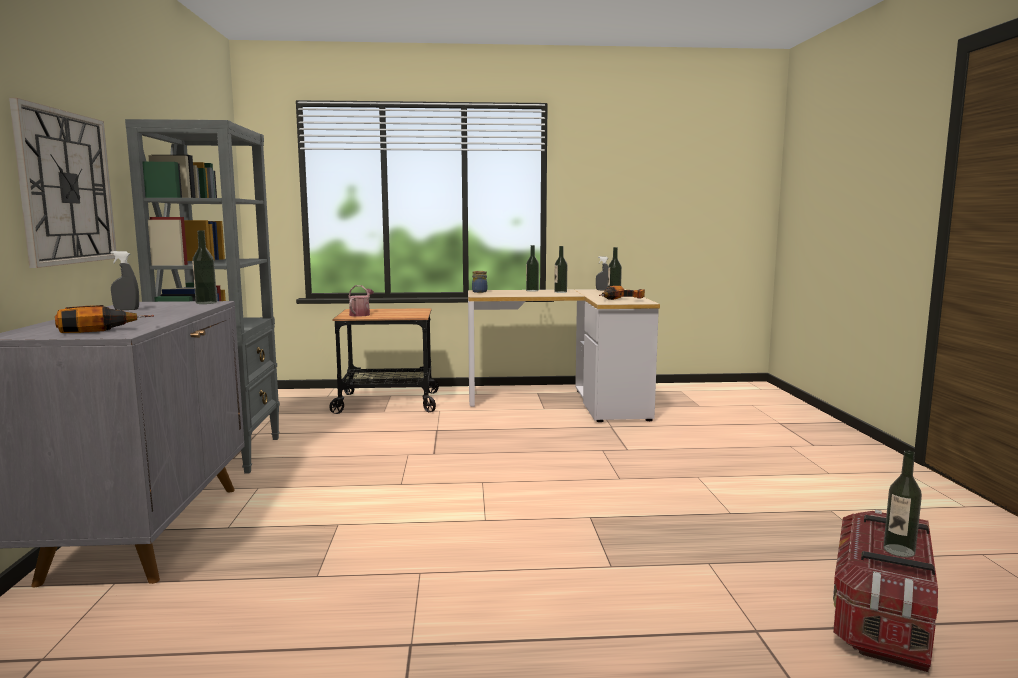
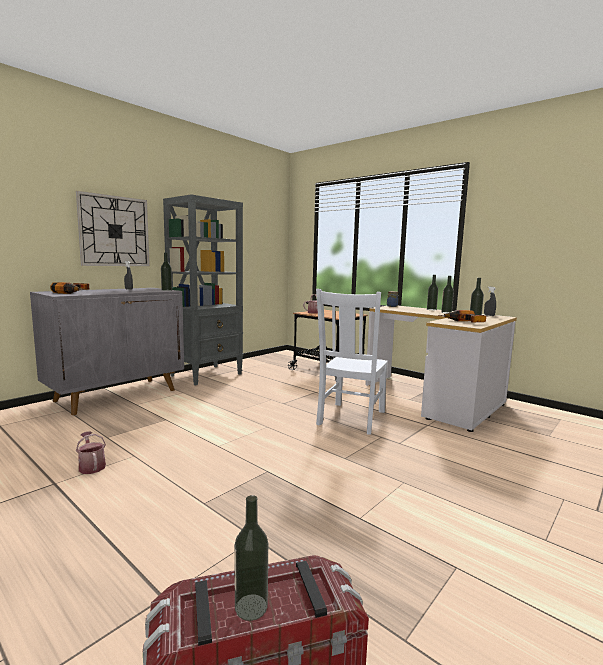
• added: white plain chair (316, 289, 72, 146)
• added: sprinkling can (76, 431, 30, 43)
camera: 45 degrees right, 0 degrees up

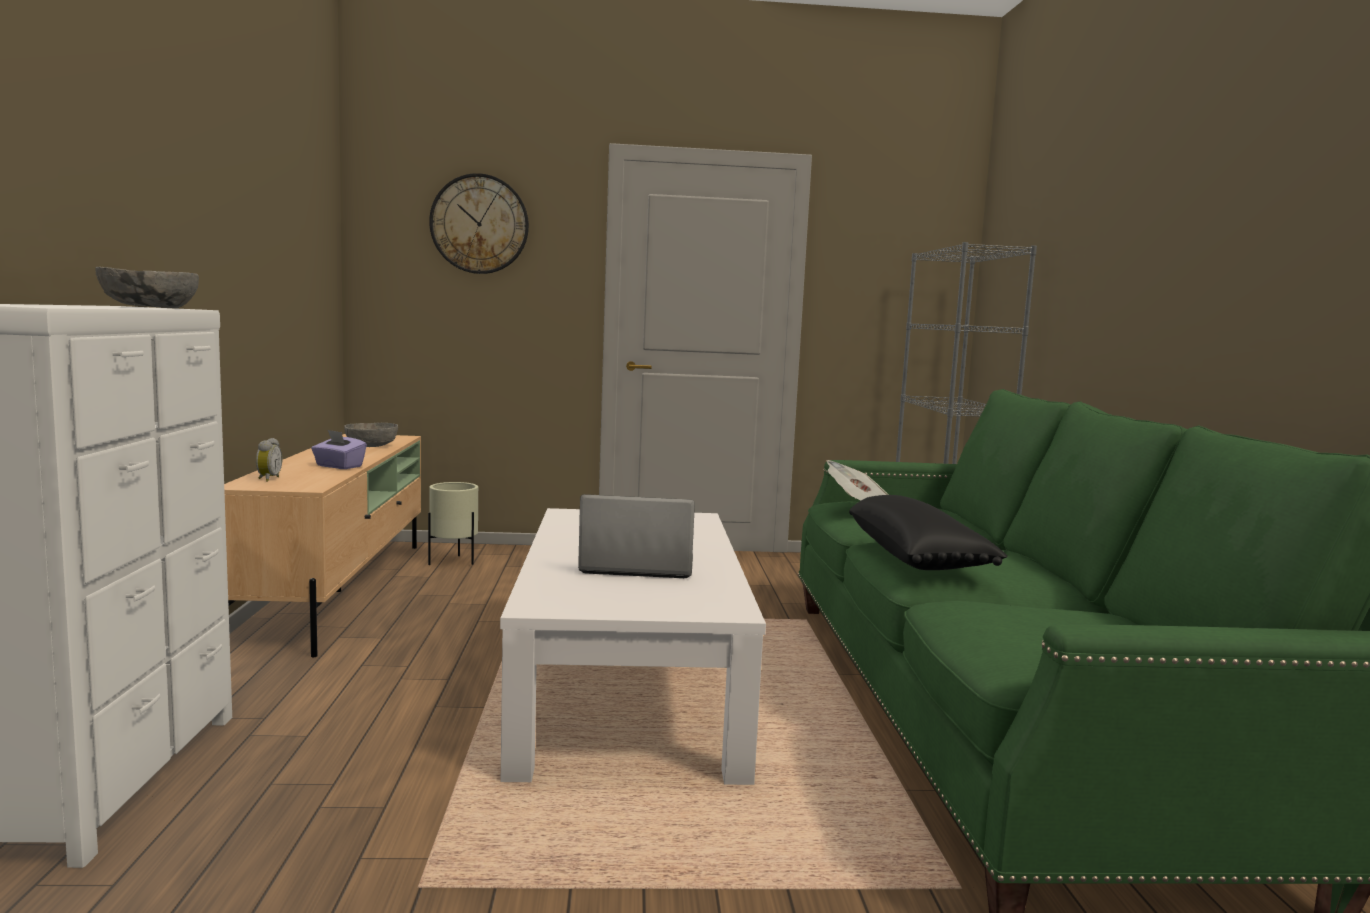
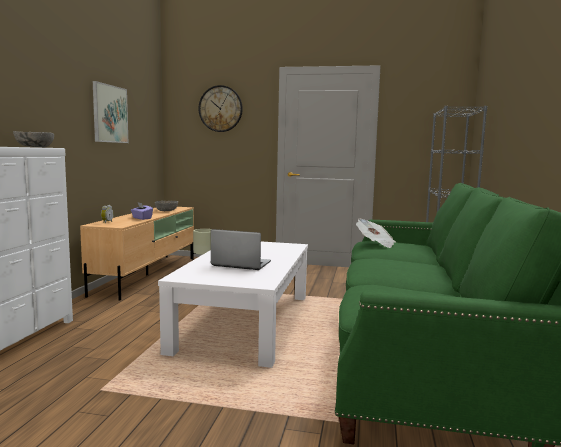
• removed: black-coloured throw pillow (849, 495, 159, 75)
• added: wall picture (93, 81, 35, 62)
camera: 15 degrees right, 0 degrees up

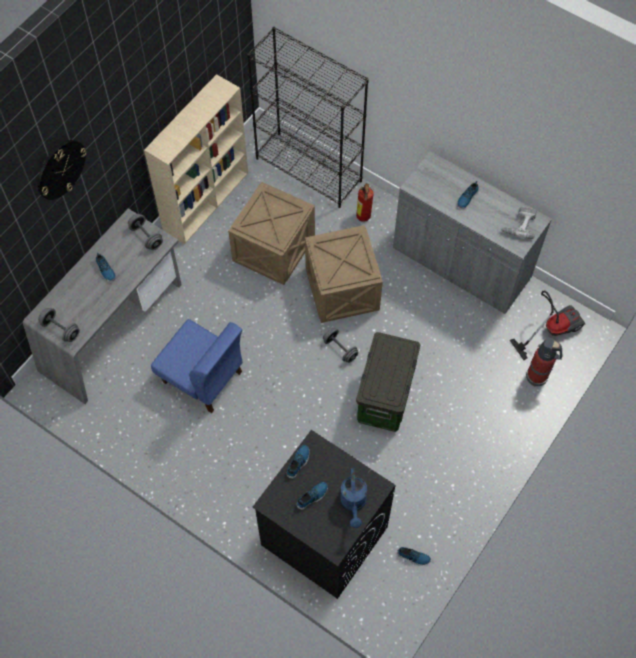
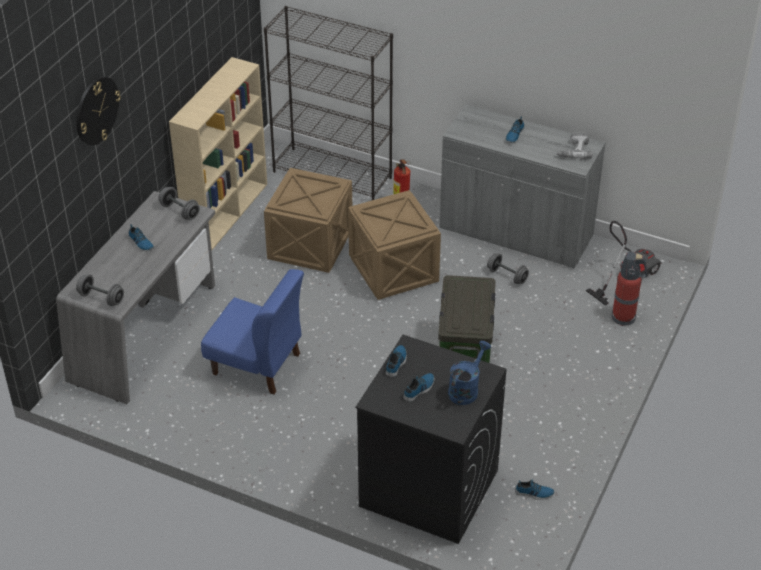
• moved: greyish free weight (323, 328, 35, 35) to (487, 253, 42, 31)
• turned: blue-coloured sprinkling can (340, 468, 27, 60) = (448, 341, 43, 64) 135 degrees counterclockwise
camera: 10 degrees left, 20 degrees down

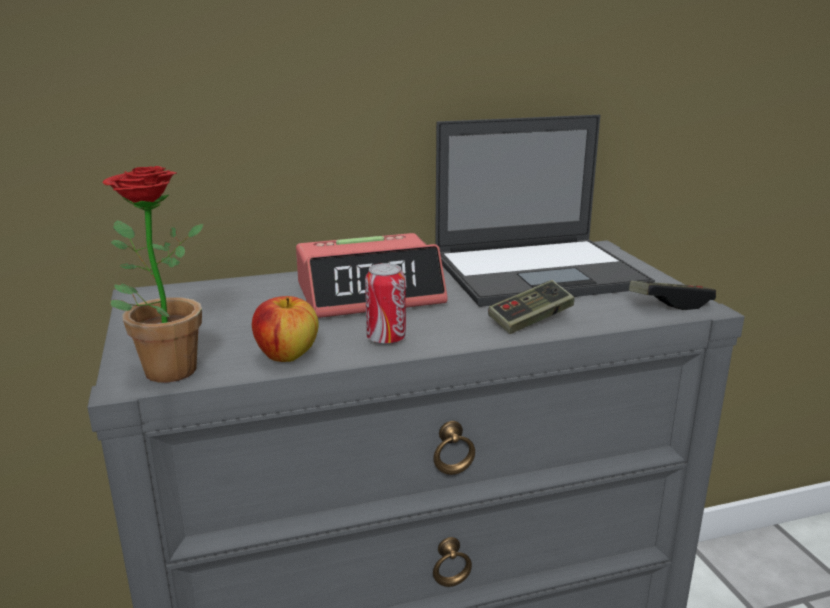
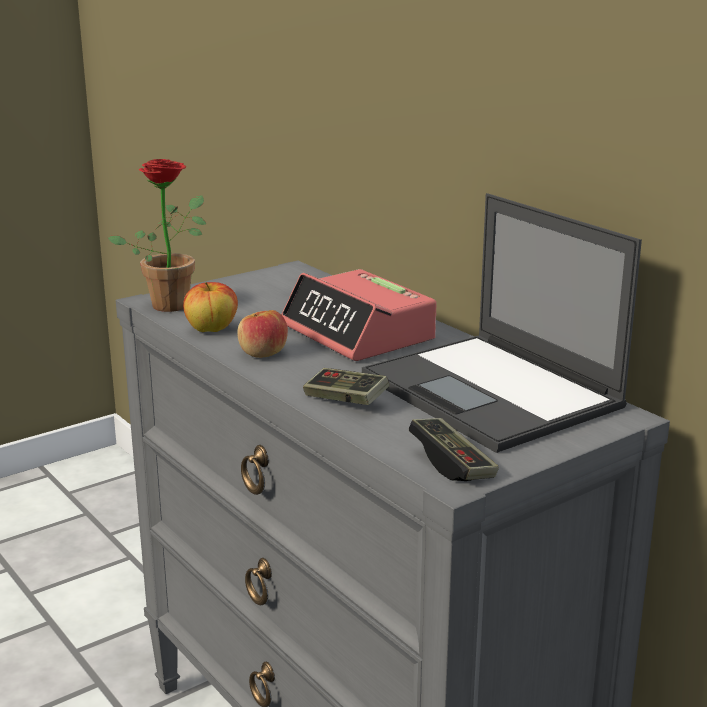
• replaced: sealed can (365, 263, 41, 82) to apple fruit (237, 310, 51, 48)
camera: 70 degrees right, 0 degrees up

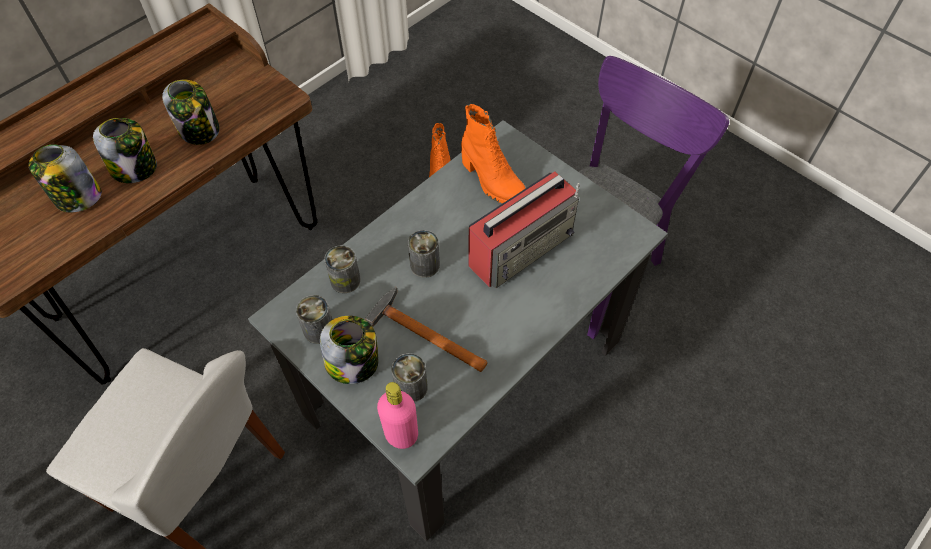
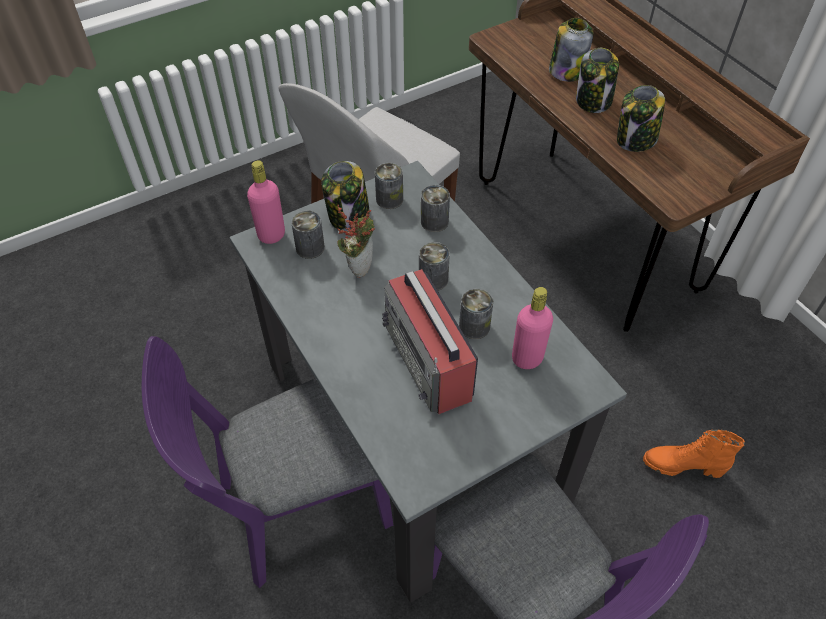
• replaced: orange-coloured boot (461, 104, 65, 100) to pinkish bottle (512, 287, 41, 82)
• replaced: tool hammer (365, 287, 123, 85) to potted plant (337, 204, 38, 74)
• added: sealed can (459, 288, 34, 51)
• added: purple plain chair (142, 336, 251, 252)
camera: 105 degrees right, 5 degrees down

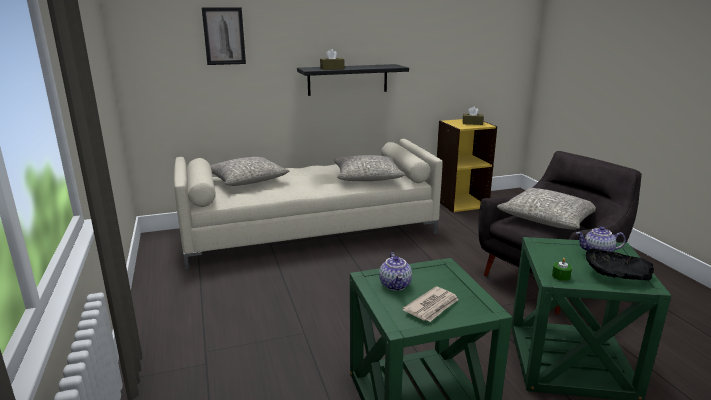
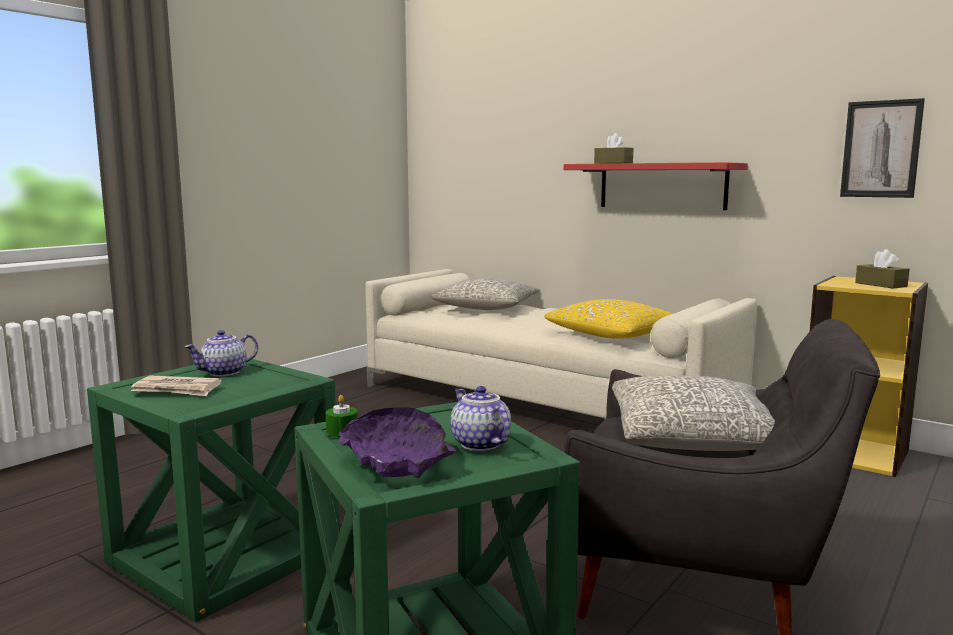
• moved: wall picture (202, 7, 44, 58) to (840, 98, 85, 100)
• recoloured: black-coloured bracket shelf (297, 64, 112, 32) to red-coloured bracket shelf (564, 162, 184, 48)
• recoloured: greyish throw pillow (334, 155, 71, 26) to yellowish throw pillow (544, 299, 130, 40)
• recoloured: black-coloured bowl (586, 249, 68, 32) to purple bowl (339, 408, 118, 70)
camera: 55 degrees right, 10 degrees down

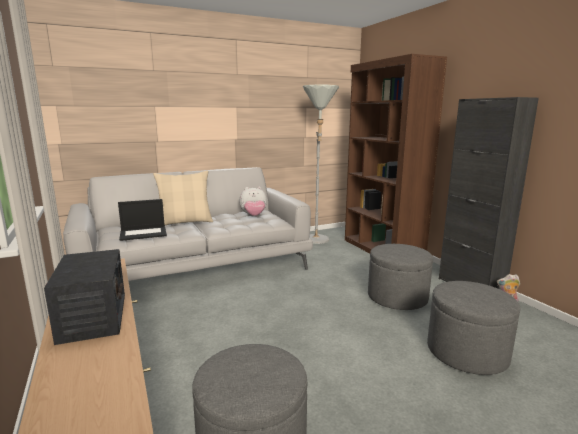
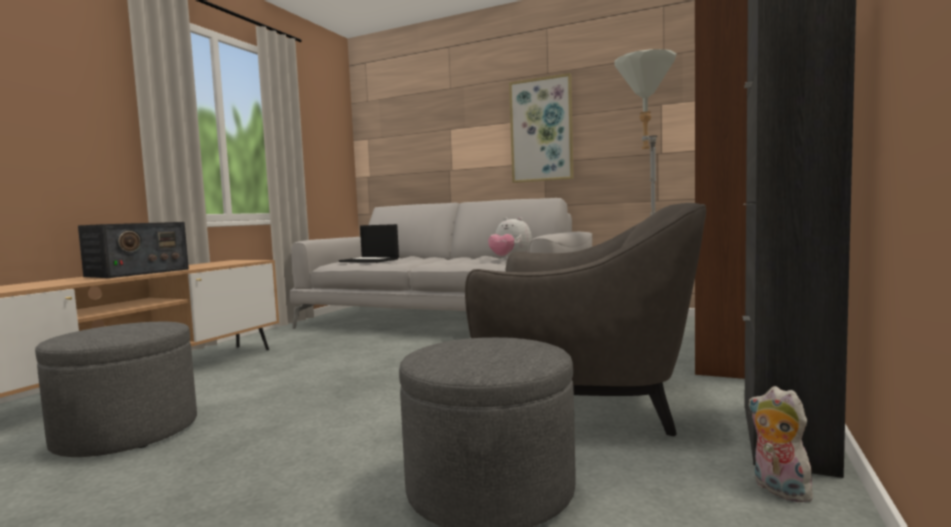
• removed: sand-coloured throw pillow (153, 171, 60, 54)
• replaced: greyish pouffe (368, 244, 65, 66) to greyish easy chair (465, 203, 241, 233)
• added: wall picture (509, 73, 65, 110)
camera: 50 degrees right, 10 degrees down

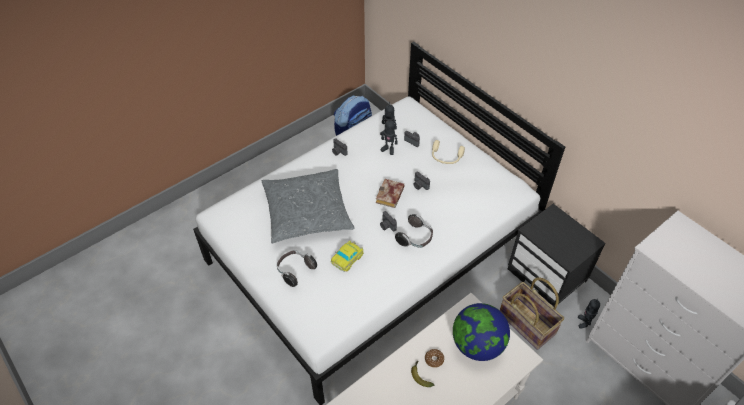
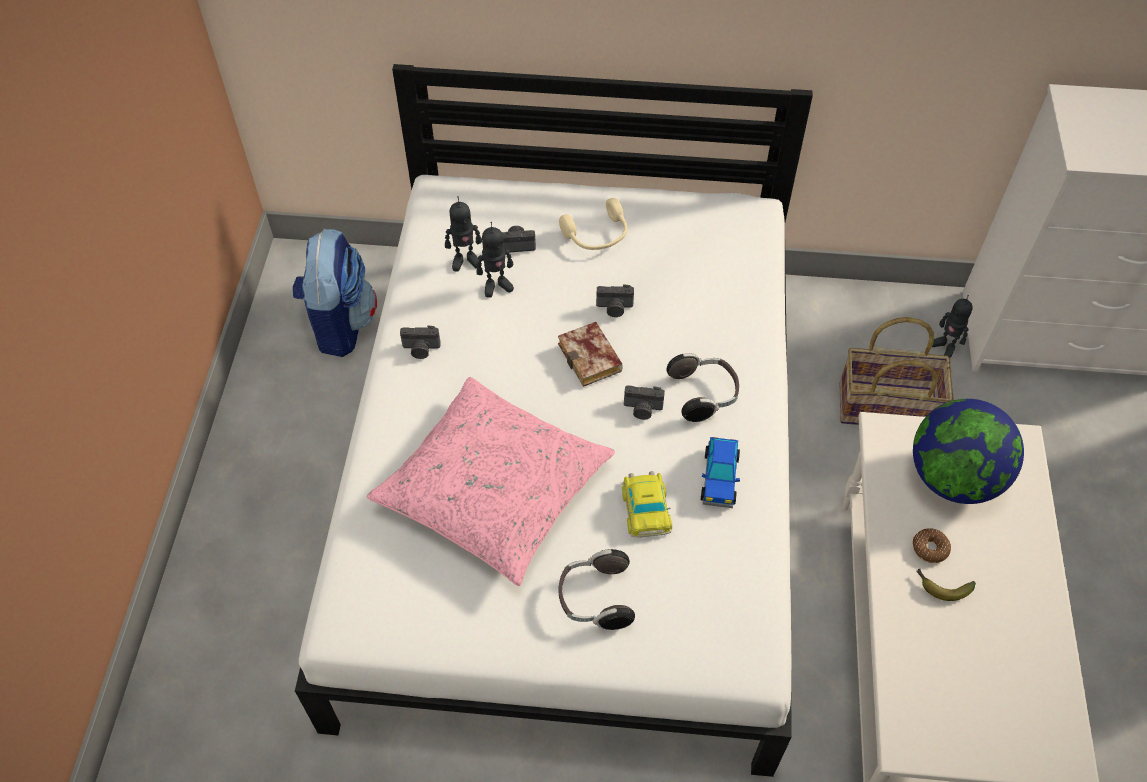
• recoloured: greyish throw pillow (262, 169, 93, 74) to pinkish throw pillow (367, 377, 248, 209)
• removed: black-coloured bedside table (508, 204, 98, 103)
• added: toy car (701, 437, 39, 71)
camera: 45 degrees left, 5 degrees up

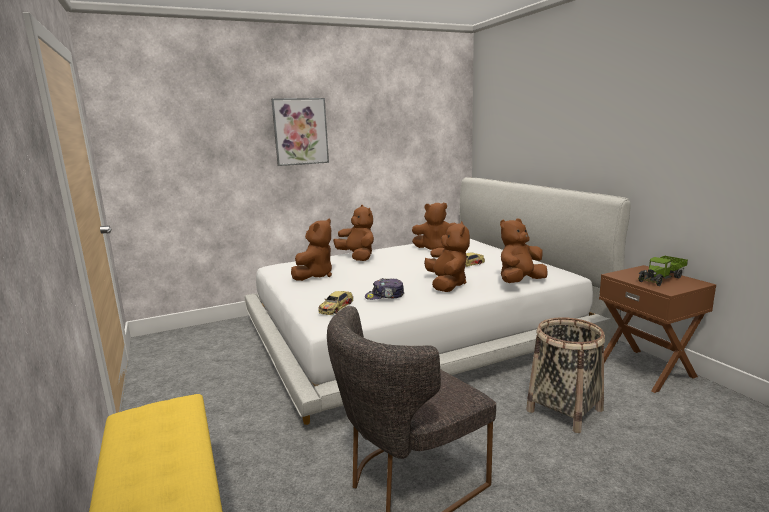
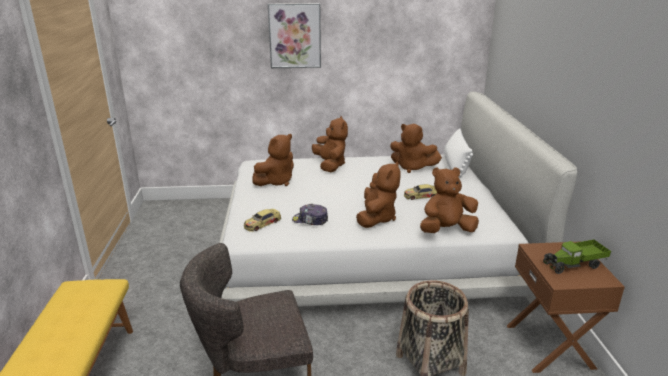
• added: white throw pillow (444, 128, 29, 51)
camera: 20 degrees right, 10 degrees up

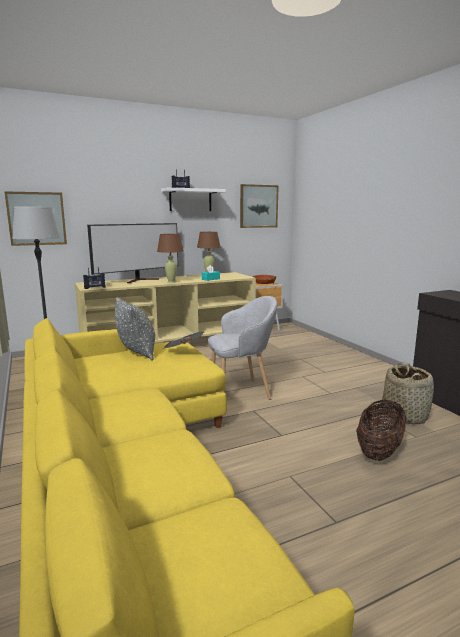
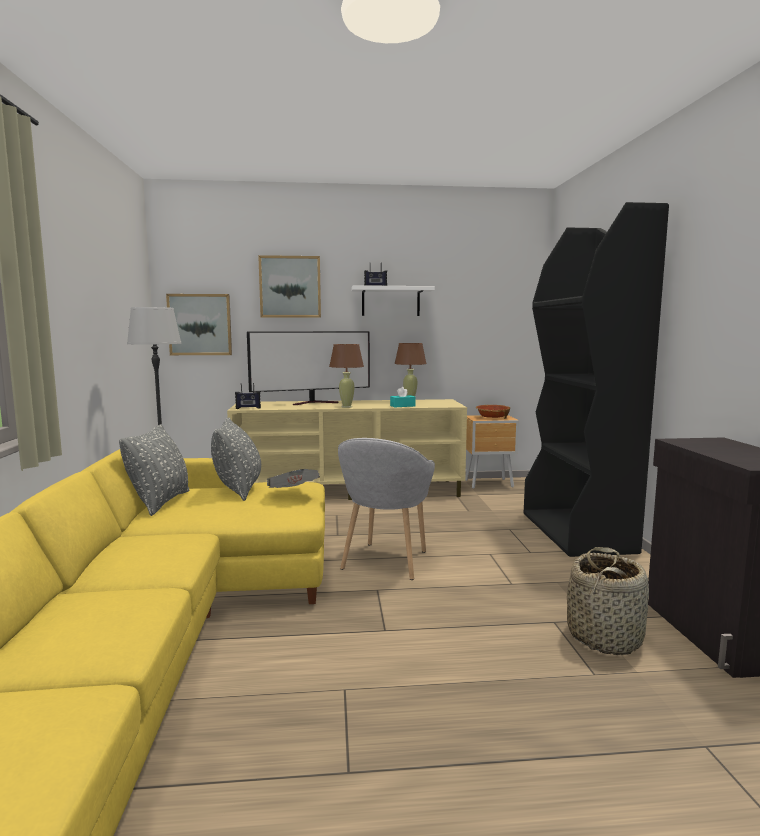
• moved: wall picture (240, 184, 39, 44) to (258, 255, 63, 63)
• turned: greyish easy chair (208, 296, 69, 104) = (338, 438, 97, 142) 105 degrees clockwise
• removed: household basket (356, 400, 51, 61)
• added: black-coloured shelving unit (523, 202, 146, 355)
• added: greyish throw pillow (119, 424, 70, 92)
camera: 20 degrees right, 5 degrees down

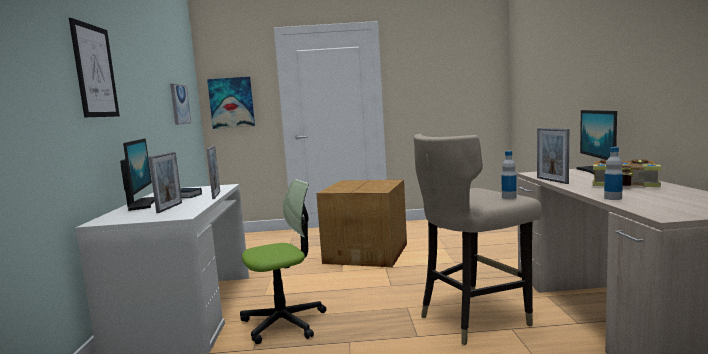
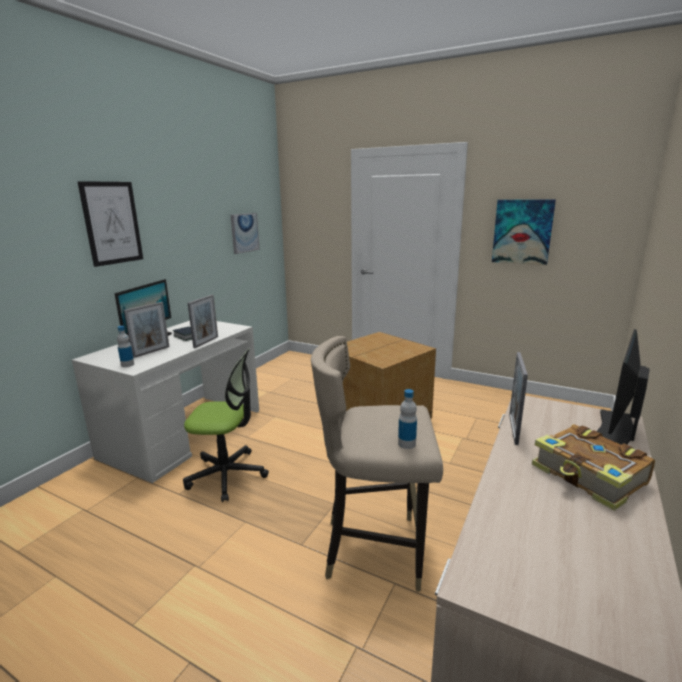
• moved: wall picture (207, 77, 48, 52) to (492, 199, 64, 66)
• moved: bottle (604, 147, 19, 53) to (117, 326, 17, 41)
camera: 30 degrees right, 10 degrees up

